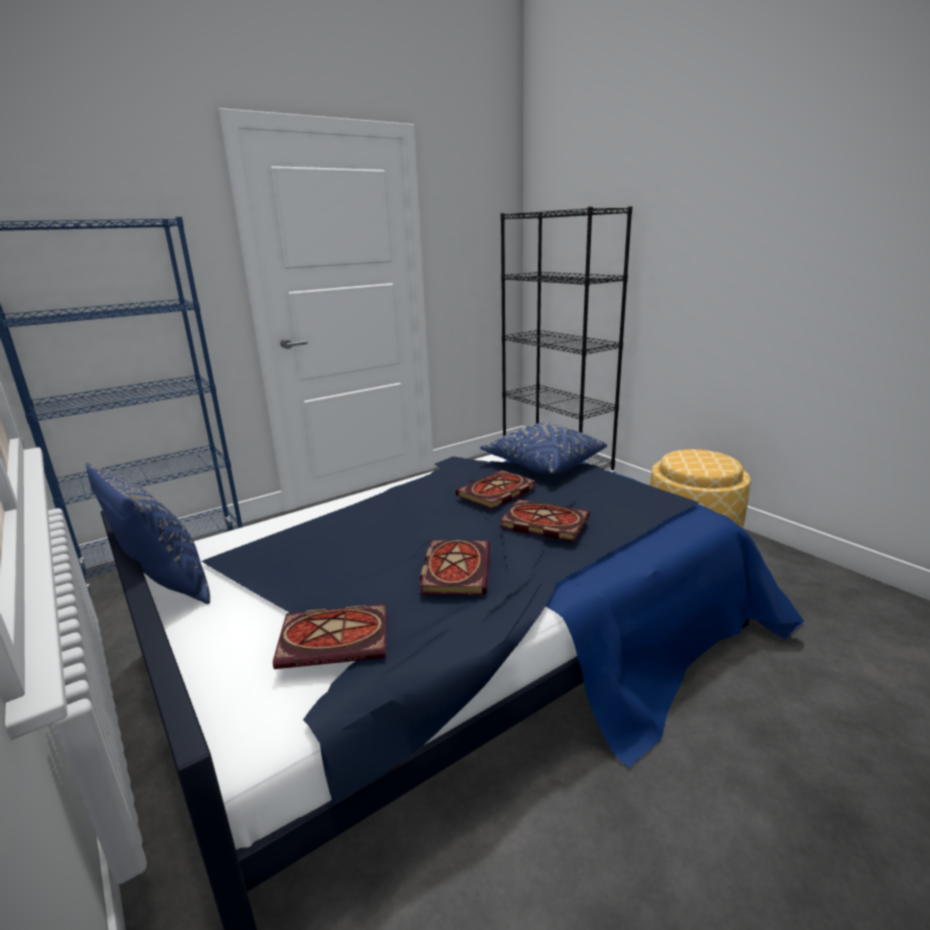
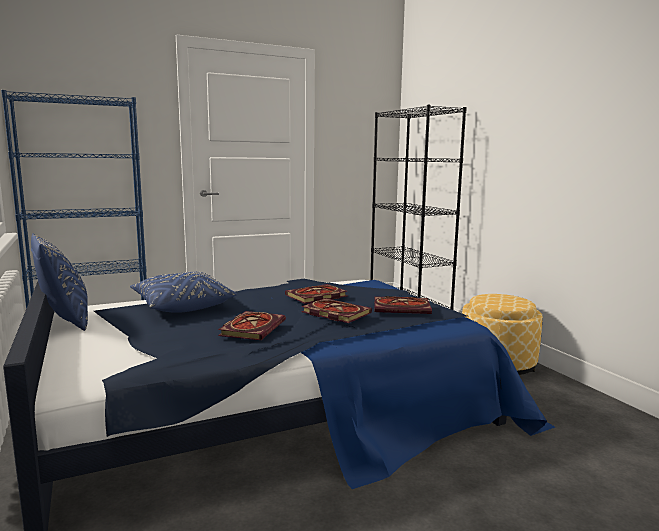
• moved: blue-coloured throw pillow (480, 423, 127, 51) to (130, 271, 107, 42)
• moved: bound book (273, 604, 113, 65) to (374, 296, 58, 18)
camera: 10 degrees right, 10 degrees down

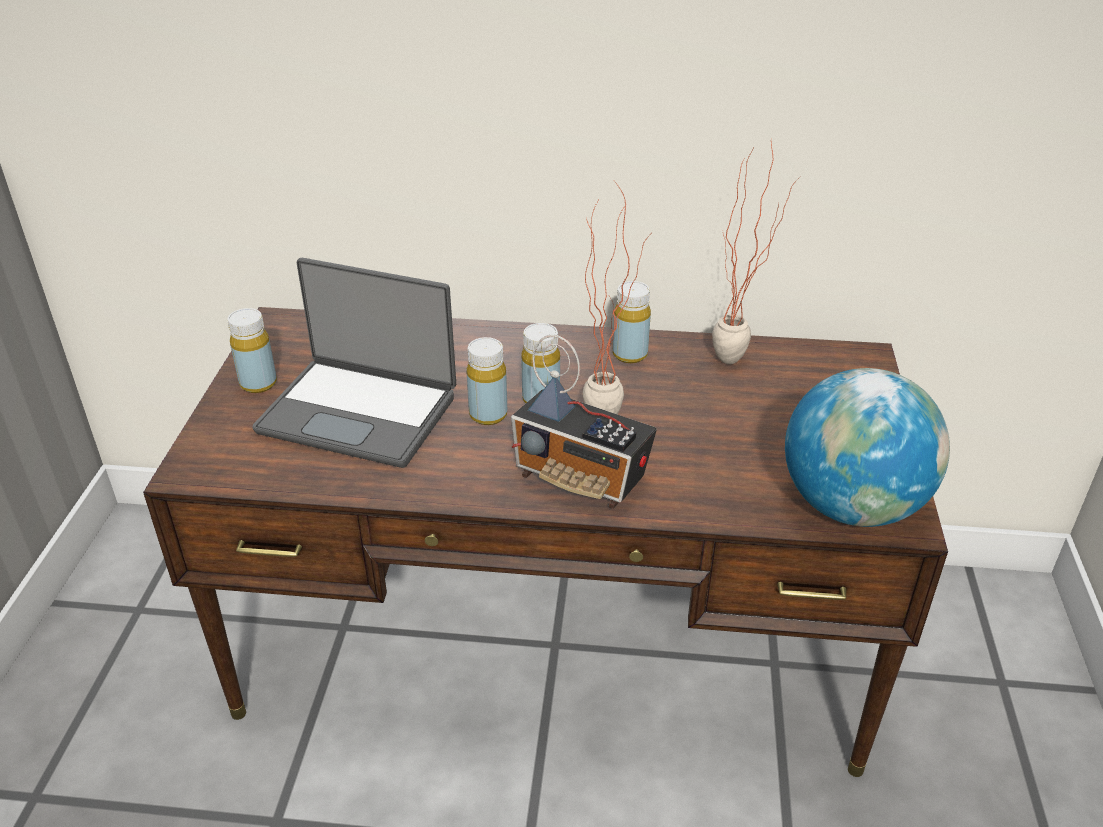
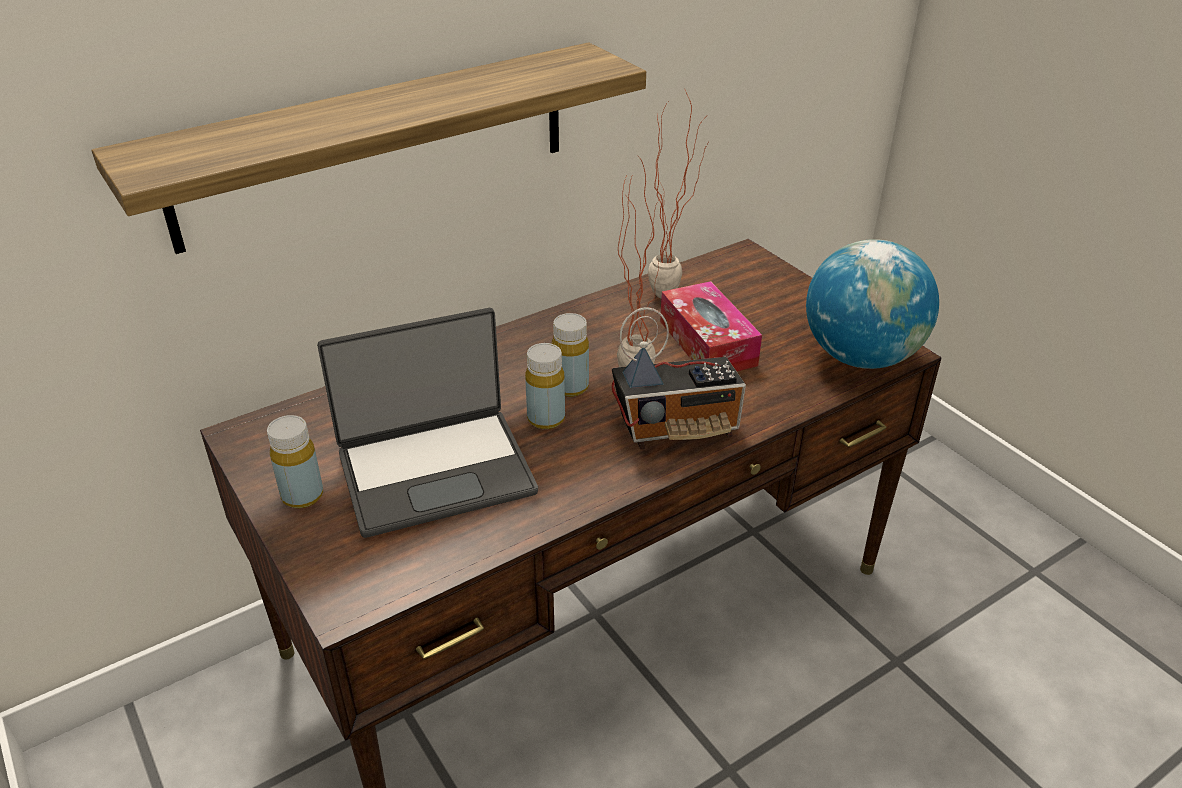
• removed: yellowish bottle (613, 281, 38, 82)
• added: bracket shelf (92, 42, 554, 212)
• added: tissue box (660, 281, 102, 90)
camera: 40 degrees left, 0 degrees up

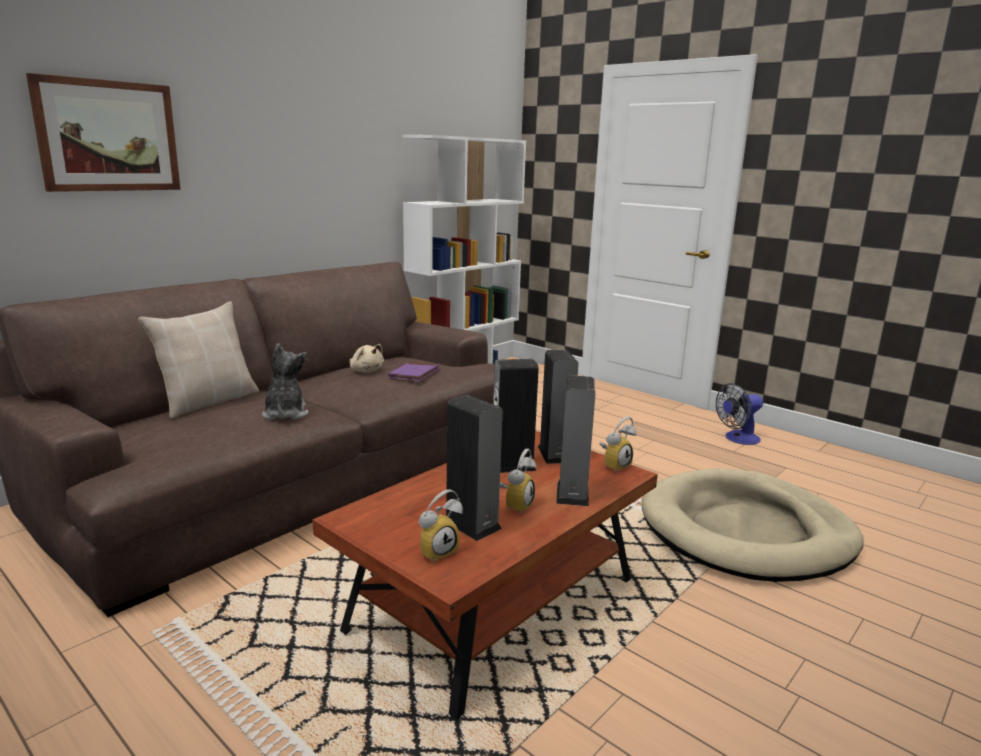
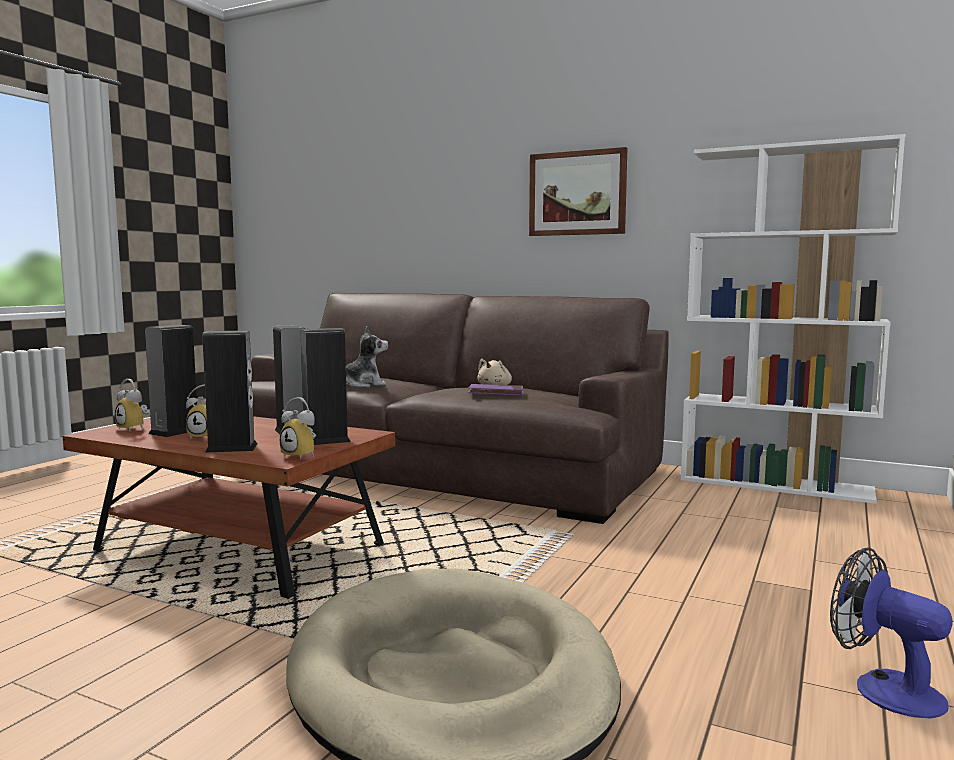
• moved: wall picture (26, 73, 155, 119) to (529, 147, 98, 89)
• removed: sand-coloured throw pillow (138, 301, 121, 118)
camera: 75 degrees right, 10 degrees down

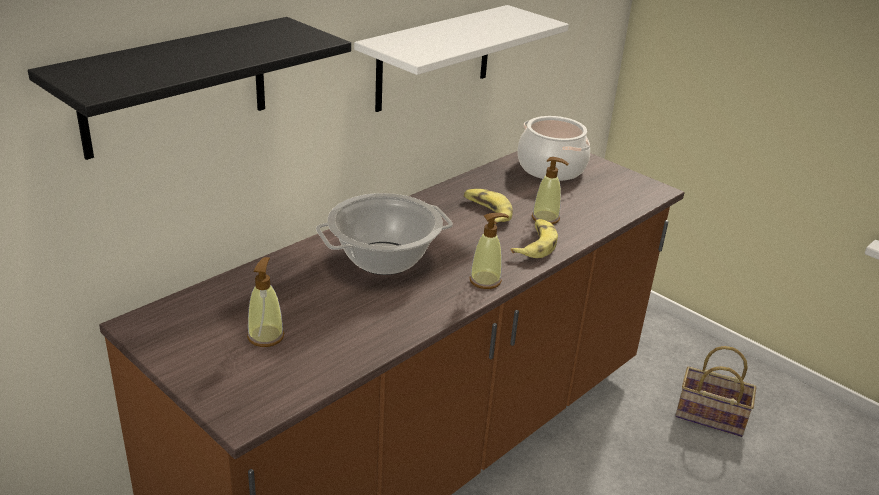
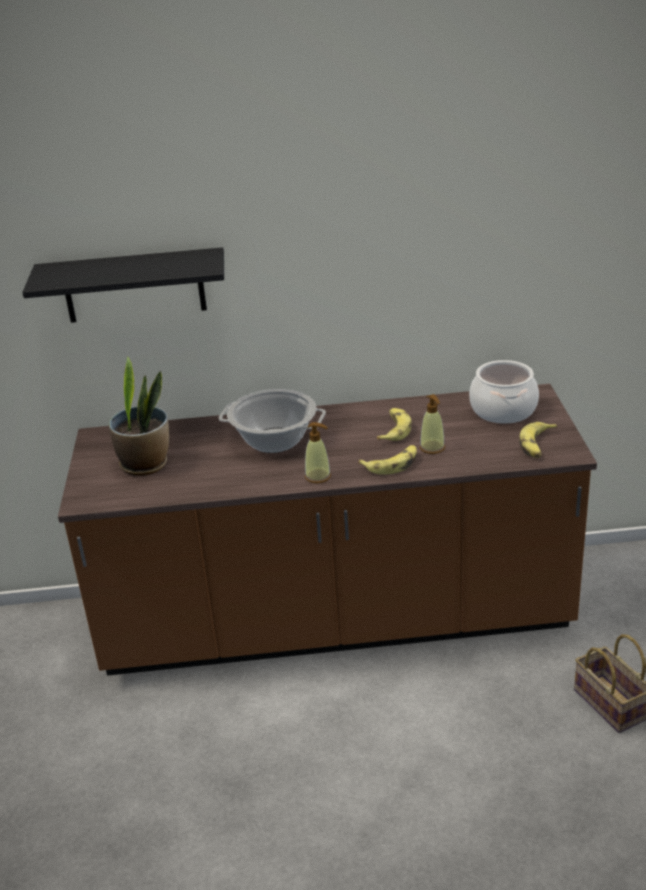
• removed: white bracket shelf (354, 5, 215, 107)
• replaced: soap dispenser (247, 257, 37, 90) to potted plant (109, 357, 60, 119)
• added: whole banana (520, 422, 37, 36)
camera: 45 degrees right, 0 degrees up

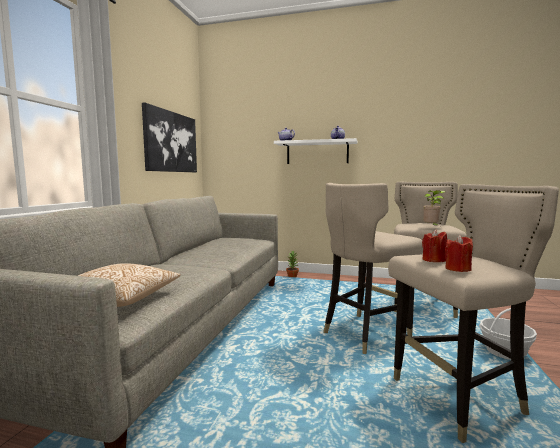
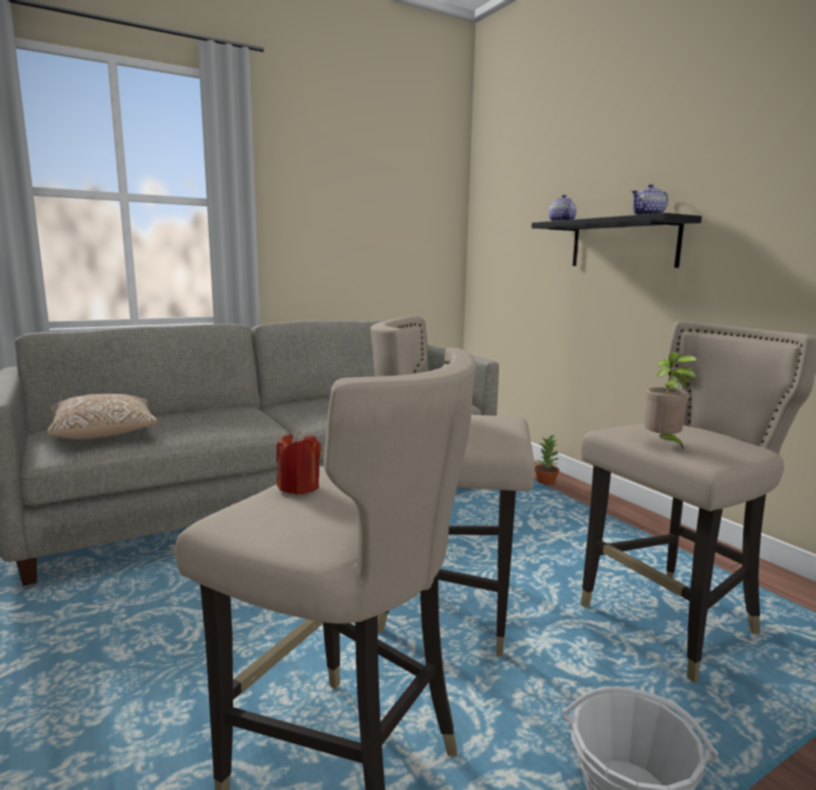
• removed: wall picture (142, 103, 55, 69)
• recoloured: white bracket shelf (274, 138, 83, 26) to black-coloured bracket shelf (531, 213, 171, 55)
• removed: red-coloured wax light (445, 235, 28, 37)
camera: 45 degrees right, 5 degrees up

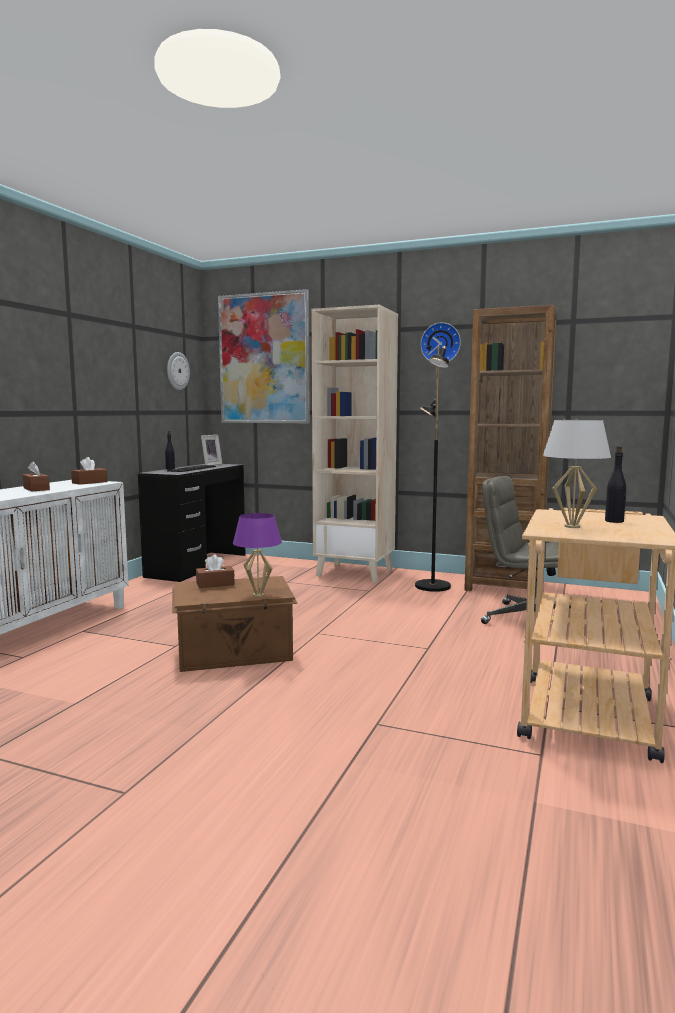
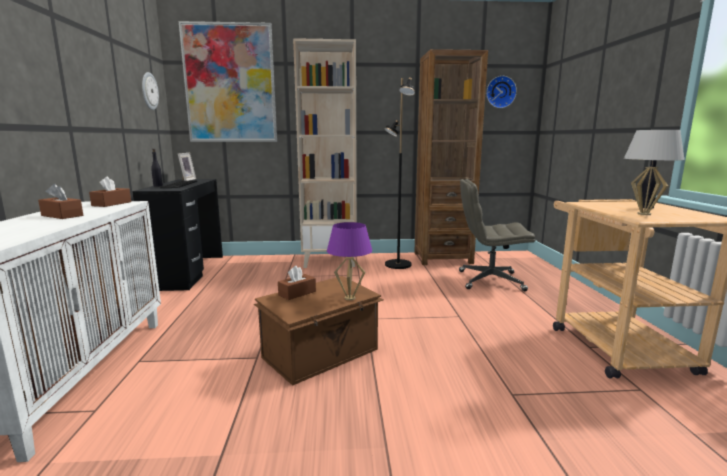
• moved: wall clock (420, 322, 41, 40) to (486, 76, 31, 32)
camera: 25 degrees left, 5 degrees up

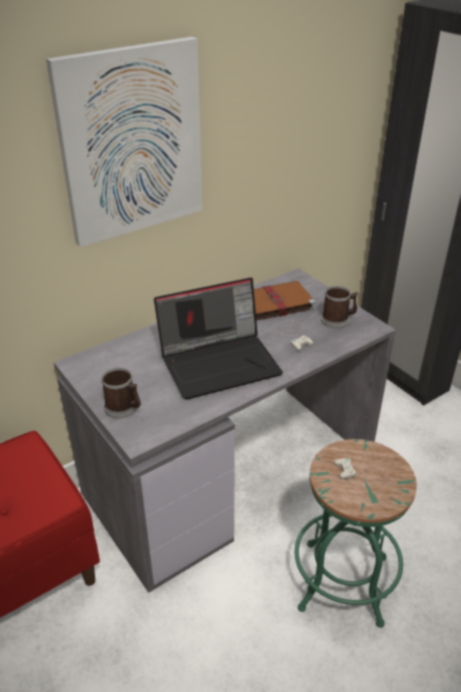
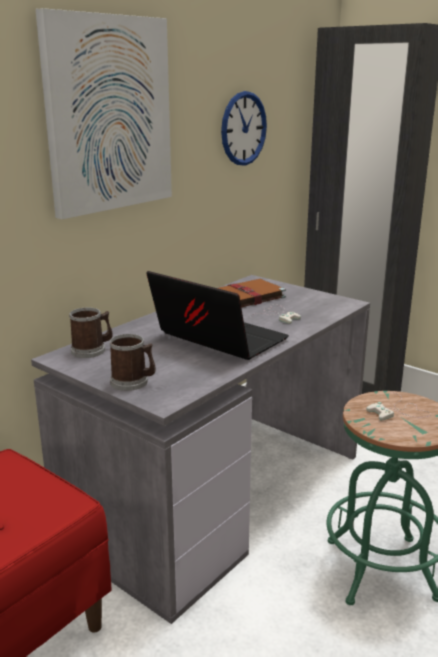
• turned: notebook computer (154, 278, 129, 122) = (146, 271, 143, 89) 105 degrees counterclockwise
• moved: coffee mug (321, 286, 37, 43) to (69, 308, 43, 50)
• added: wall clock (221, 91, 46, 75)
camera: 15 degrees left, 15 degrees down

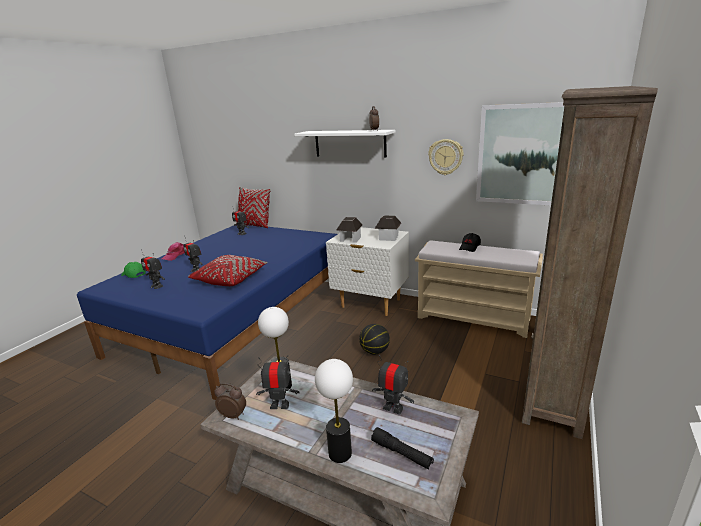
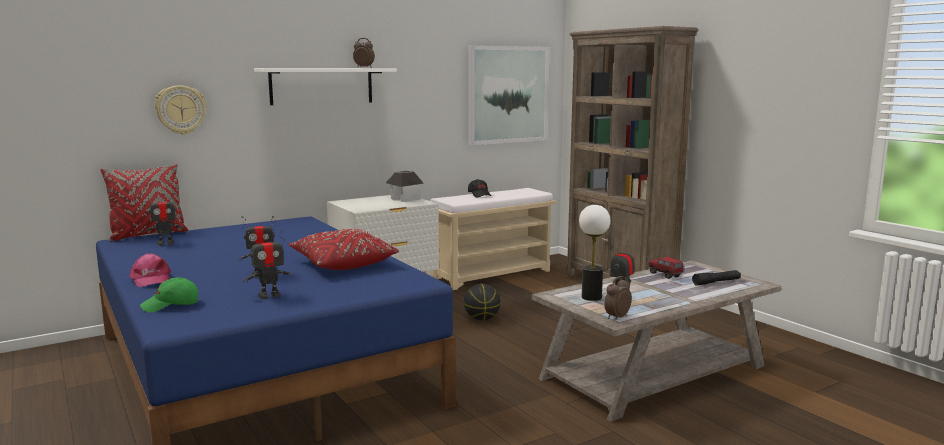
• moved: wall clock (428, 139, 36, 36) to (155, 85, 51, 50)
• removed: toy house (336, 217, 27, 26)
• replaced: model robot (372, 355, 42, 59) to toy lorry (649, 257, 34, 22)
• removed: tabletop lamp (315, 359, 38, 104)
camera: 60 degrees left, 10 degrees down

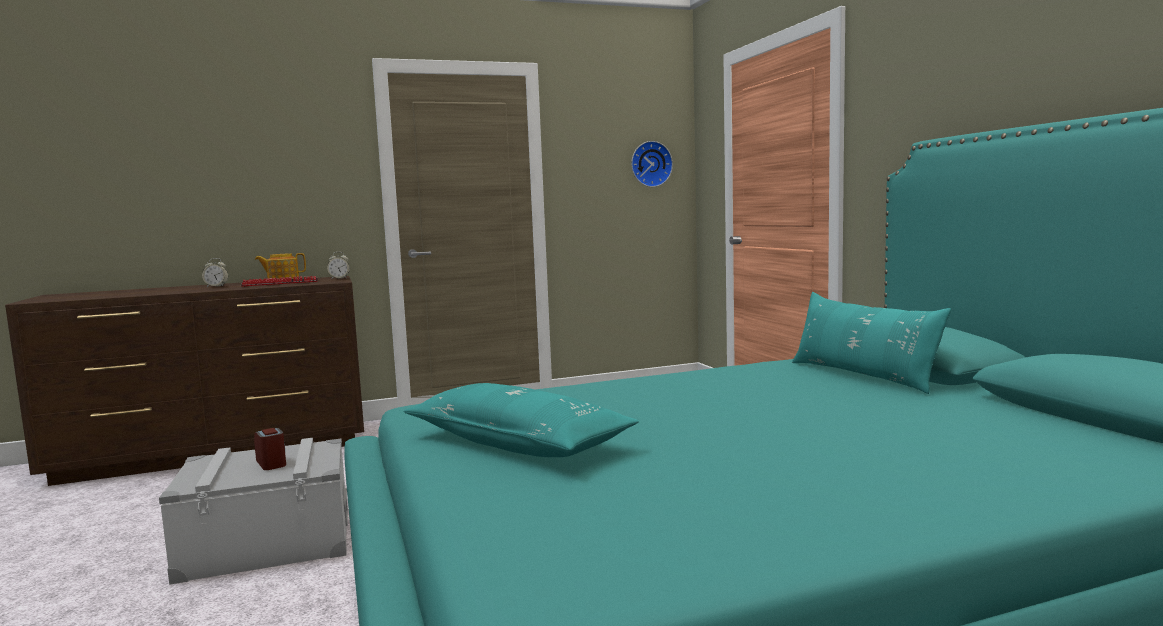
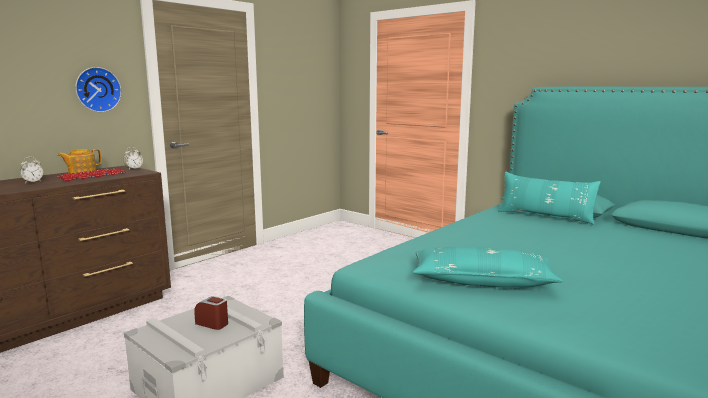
• moved: wall clock (631, 141, 42, 46) to (75, 67, 47, 45)
camera: 30 degrees left, 5 degrees up

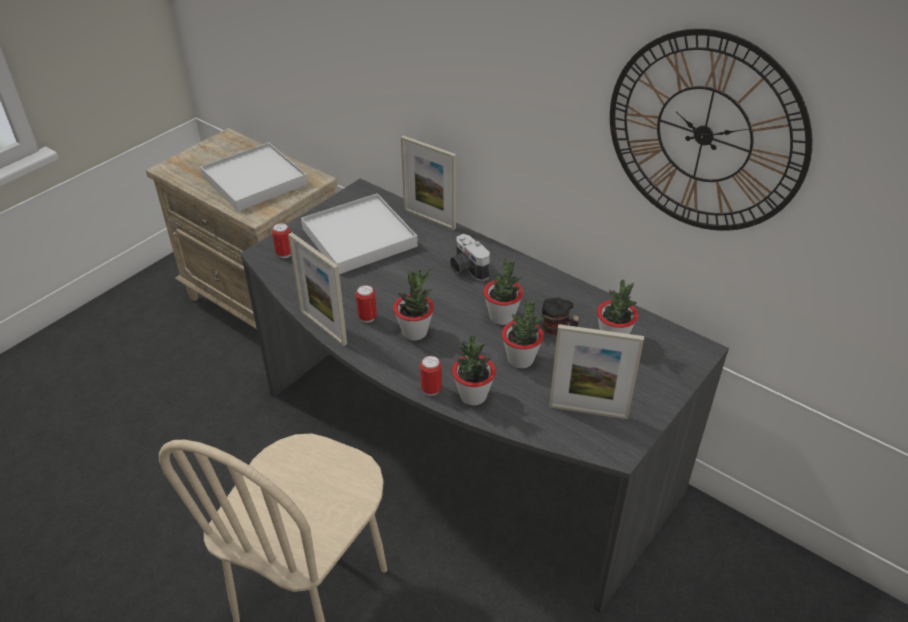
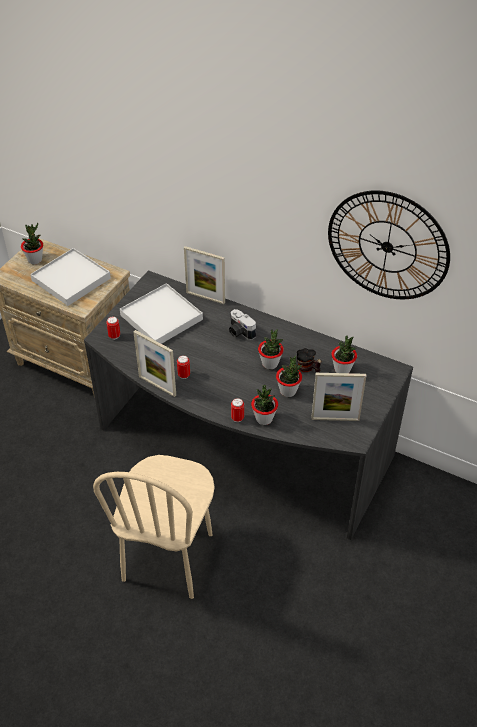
• moved: potted plant (393, 269, 41, 72) to (21, 223, 22, 41)
camera: 10 degrees left, 5 degrees up

